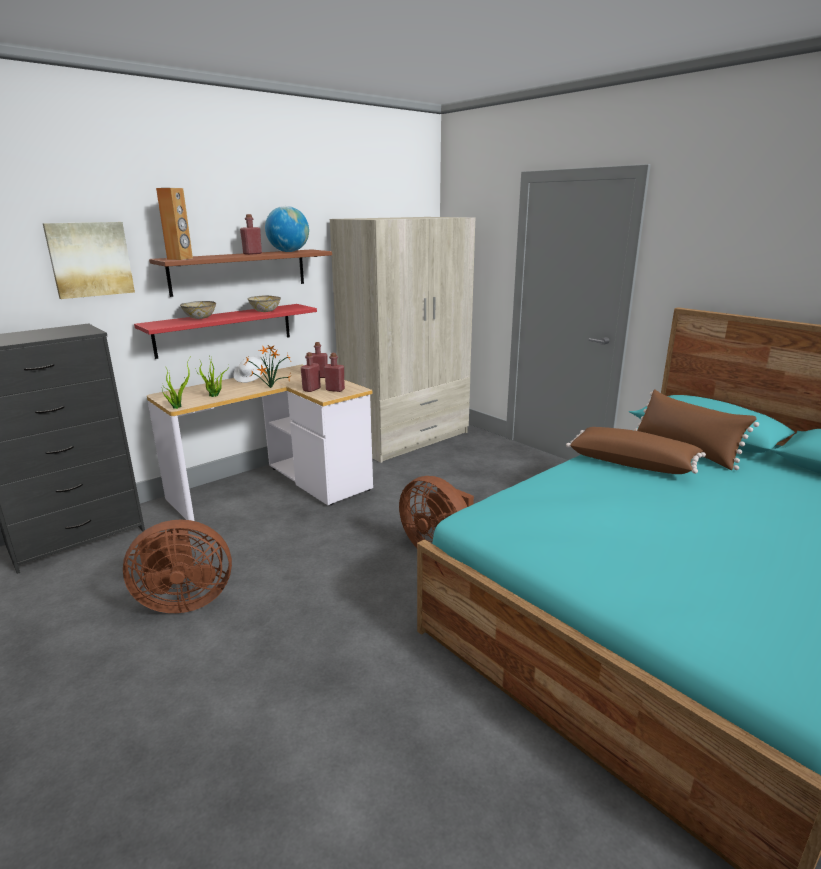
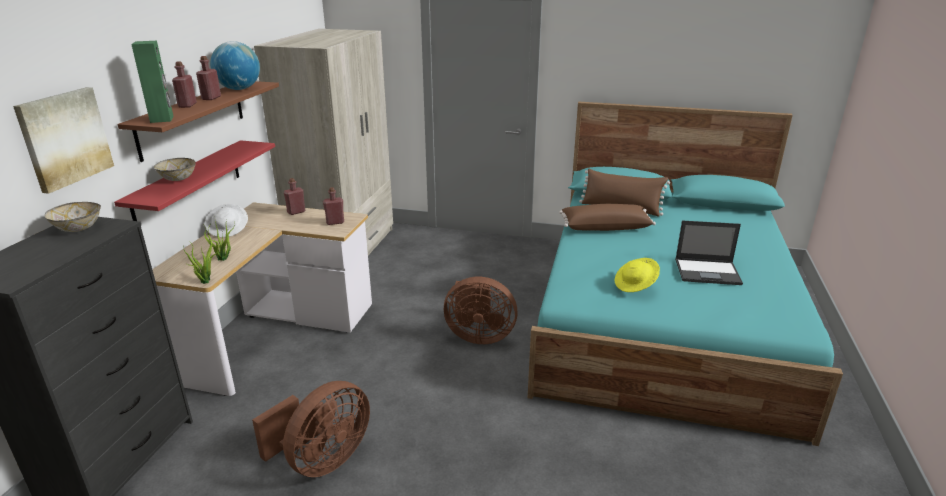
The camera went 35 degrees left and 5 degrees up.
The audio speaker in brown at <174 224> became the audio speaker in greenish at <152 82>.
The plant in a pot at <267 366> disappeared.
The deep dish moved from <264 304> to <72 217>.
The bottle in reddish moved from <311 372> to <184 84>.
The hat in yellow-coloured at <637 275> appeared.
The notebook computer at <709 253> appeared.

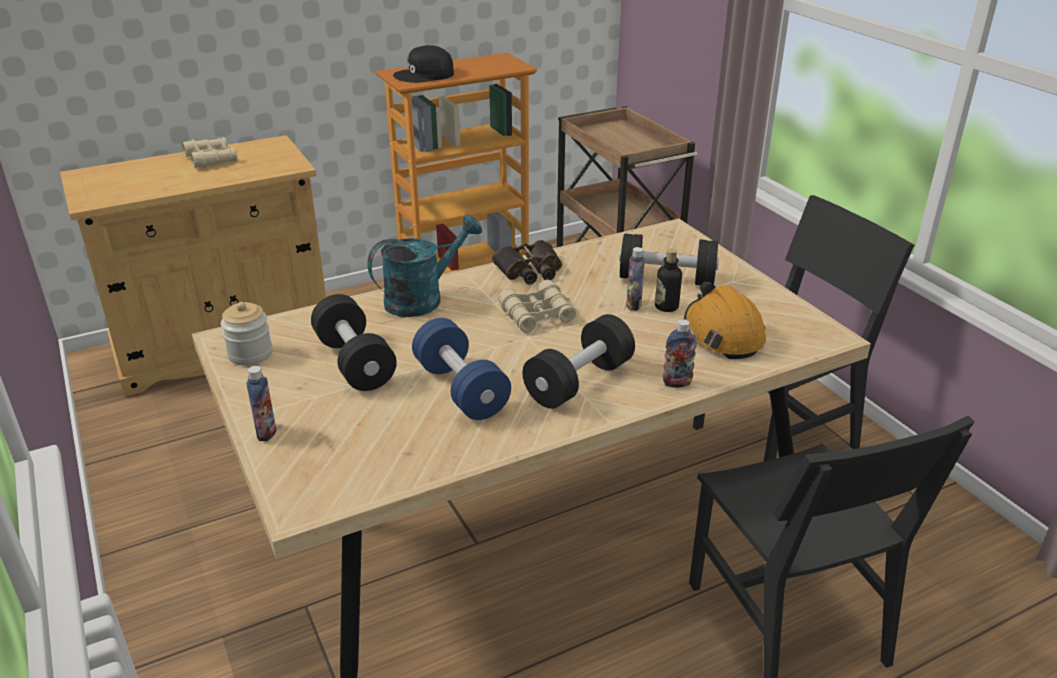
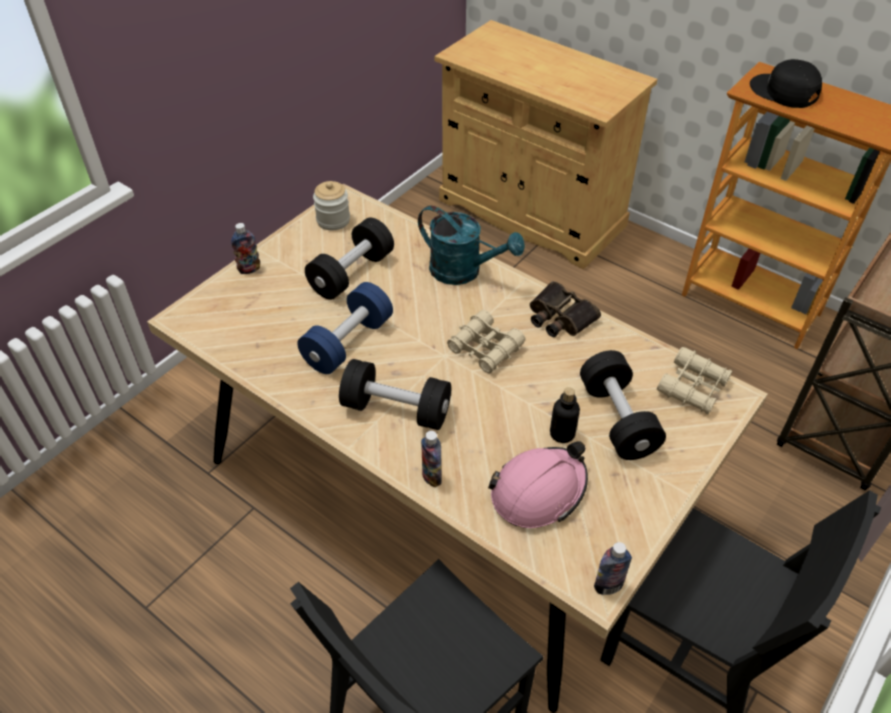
The camera went 65 degrees right and 15 degrees up.
The field glasses in sand-coloured moved from <209 152> to <694 381>.
The bottle moved from <635 279> to <613 568>.
The hard hat in orange-coloured at <725 320> became the hard hat in pink-coloured at <538 484>.

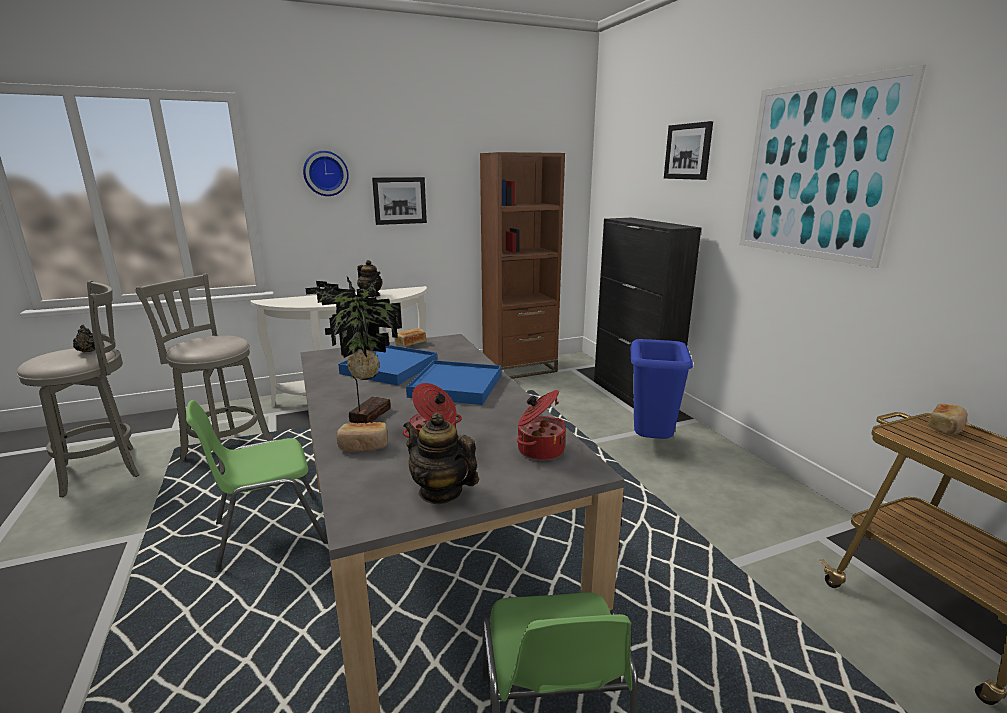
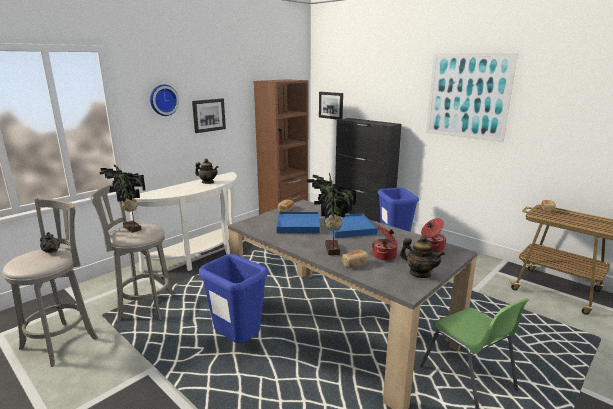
The camera went 25 degrees left and 0 degrees up.
The upright chair in greenish at <257 486> was replaced by the trash can in blue at <233 298>.
The tea pot at <441 458> turned 150 degrees counterclockwise.
The picture moved from <688 150> to <331 106>.
The plant in a pot at <123 199> appeared.

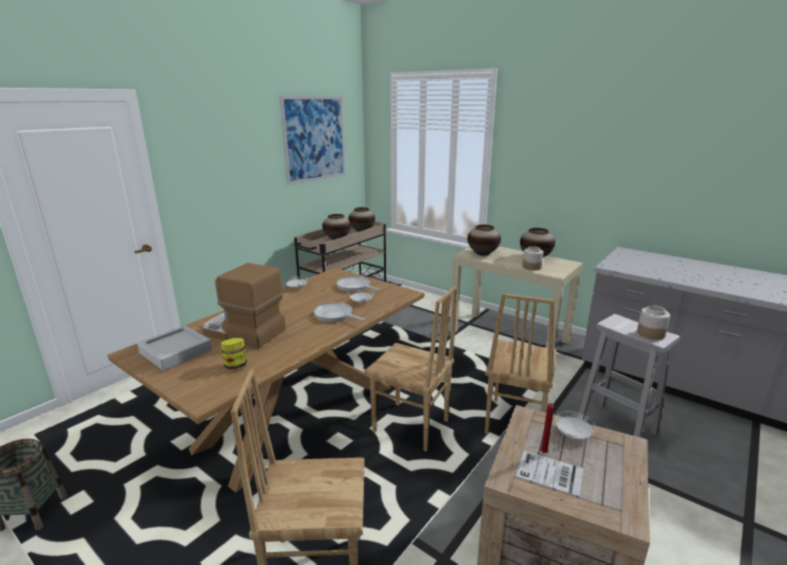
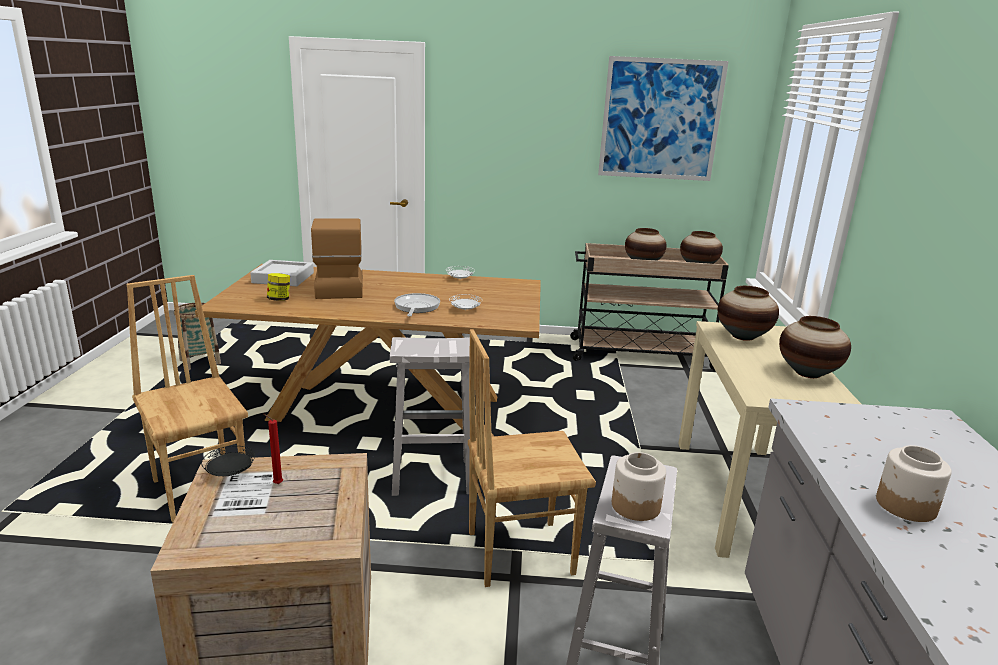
The camera went 55 degrees right and 0 degrees up.
The skillet at <358 284> disappeared.
The upright chair in brown at <411 368> was replaced by the stool in white at <430 416>.
The preserve jar moved from <532 258> to <914 483>.
The dinner plate in white at <575 425> disappeared.
The dinner plate in black at <228 461> appeared.

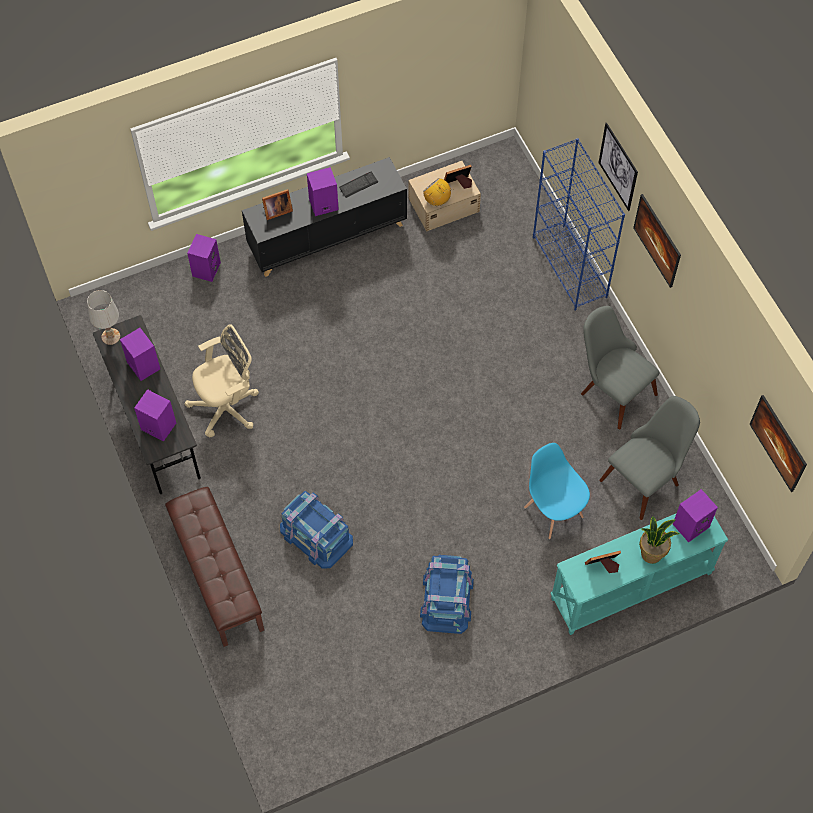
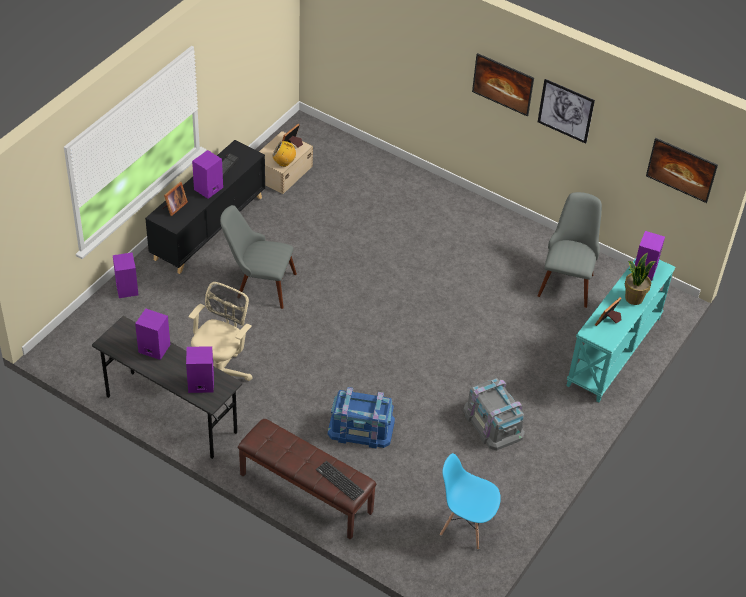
The camera went 35 degrees left and 15 degrees down.
The tabletop lamp in white at <103 317> disappeared.
The storage box in blue at <447 594> became the storage box in gray at <494 414>.
The upright chair in blue moved from <557 491> to <470 501>.
The shelving unit in blue at <579 224> disappeared.
The upright chair in gray moved from <620 367> to <258 257>.
The picture moved from <618 167> to <566 111>.
The computer keyboard at <340 481> appeared.

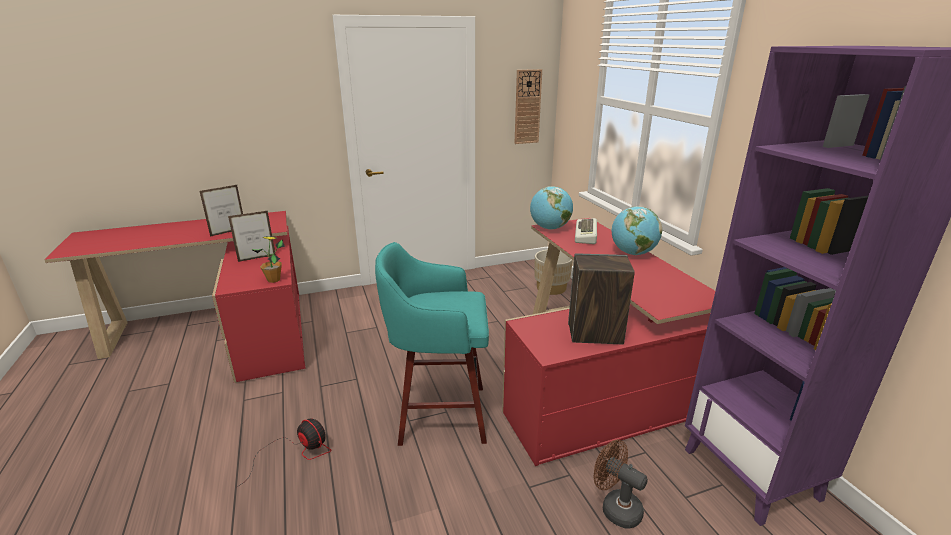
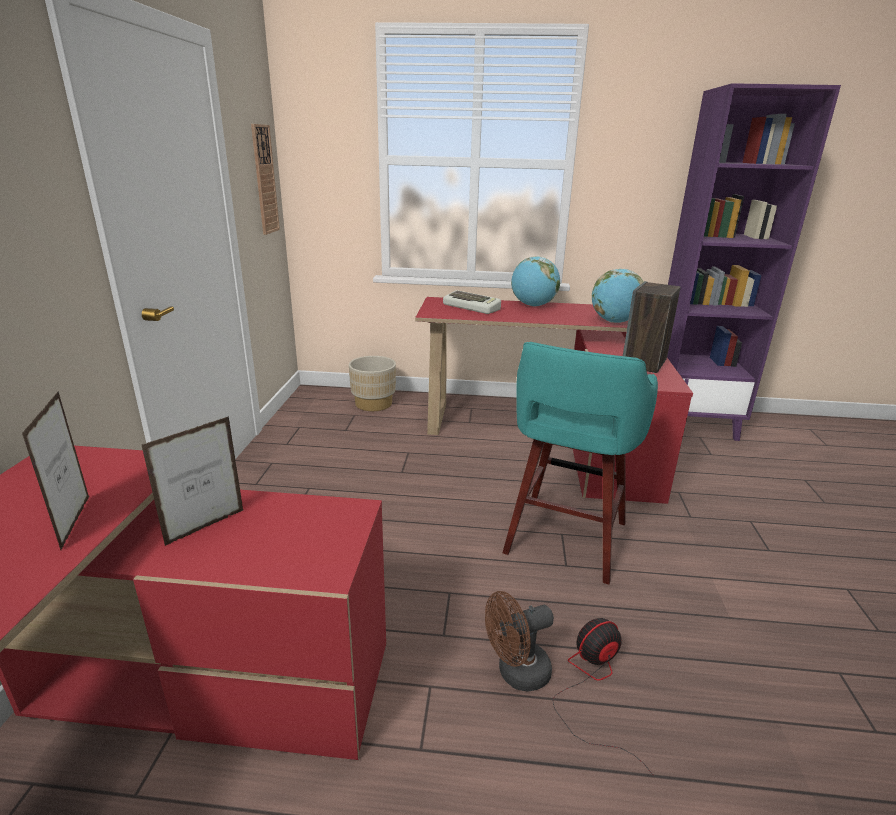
The camera went 65 degrees left and 0 degrees up.
The picture frame at <252 236> turned 45 degrees clockwise.
The plant in a pot at <268 259> disappeared.
The globe moved from <551 208> to <618 296>.
The electric fan in brown moved from <621 484> to <519 641>.

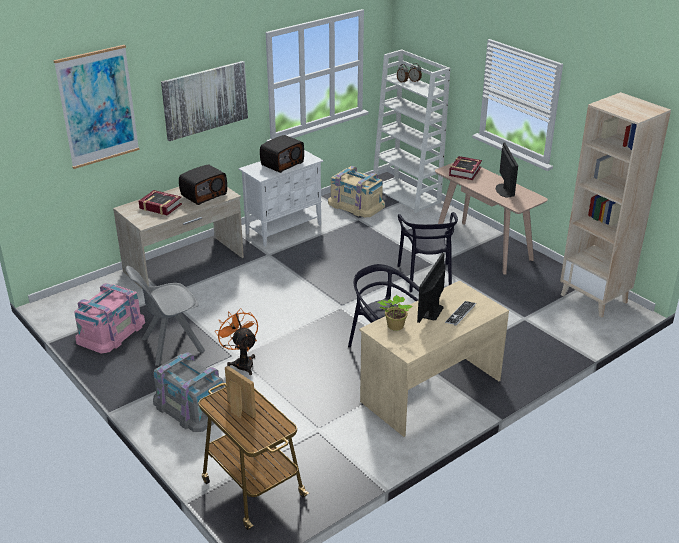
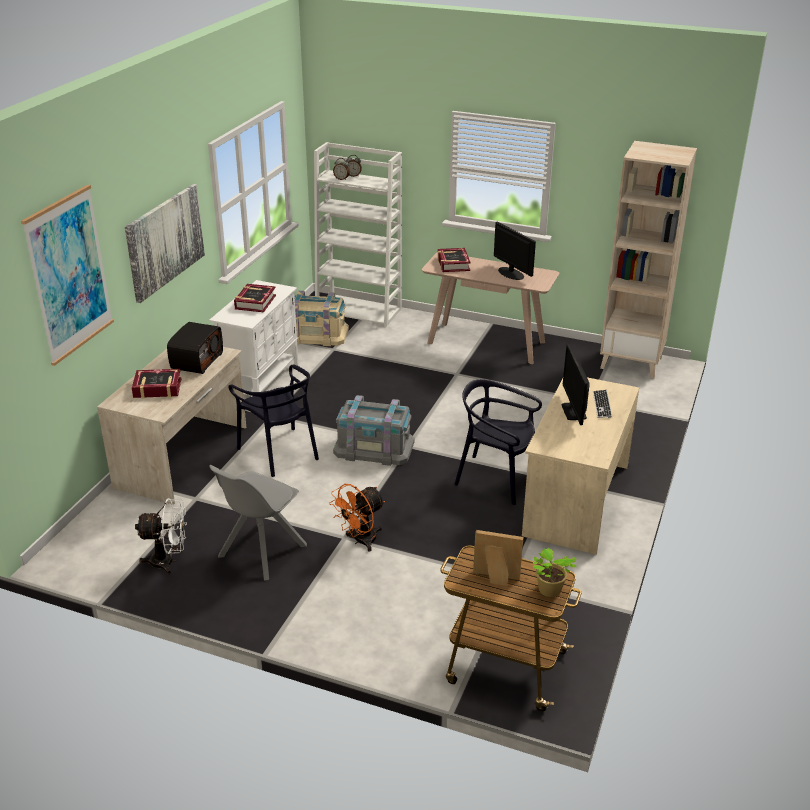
The camera went 30 degrees left and 0 degrees up.
The storage box in pink-coloured at <109 318> was replaced by the electric fan in white at <161 536>.
The storage box in gray moved from <188 392> to <373 430>.
The electric fan in orange-coloured at <236 341> turned 75 degrees counterclockwise.
The radio set at <282 154> was replaced by the bound book at <255 298>.
The plant in a pot moved from <395 313> to <555 572>.
The upright chair in black moved from <428 252> to <273 421>.

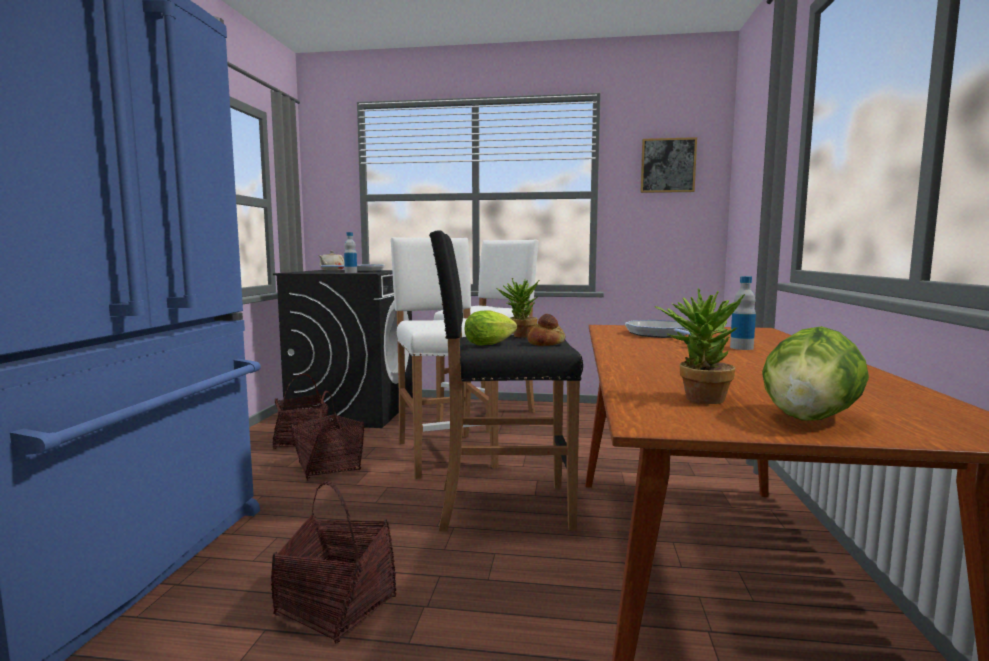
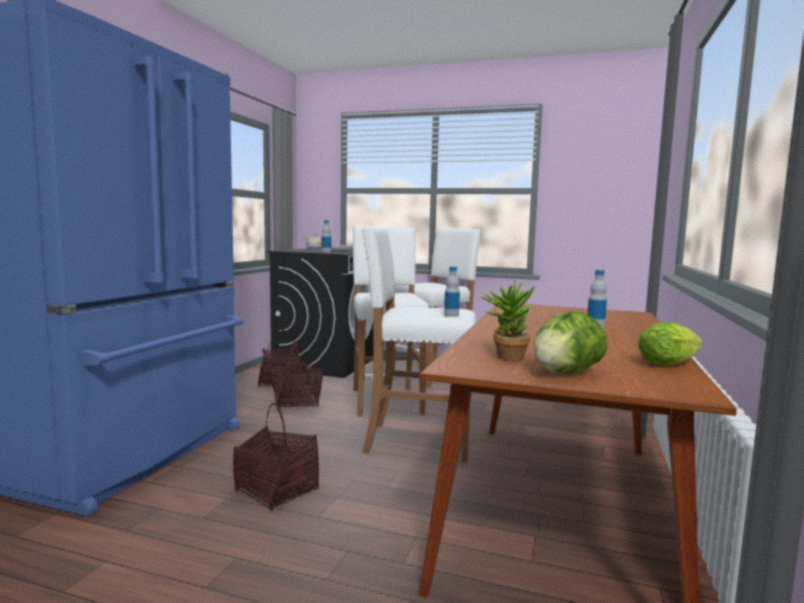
The camera went 10 degrees right and 0 degrees up.
The stool in black at <506 380> became the stool in white at <419 345>.
The lettuce moved from <491 328> to <670 344>.
The plant in a pot at <517 308> disappeared.
The baked bread at <546 330> was replaced by the bottle at <452 292>.
The skillet at <658 329> disappeared.
The picture at <668 165> disappeared.

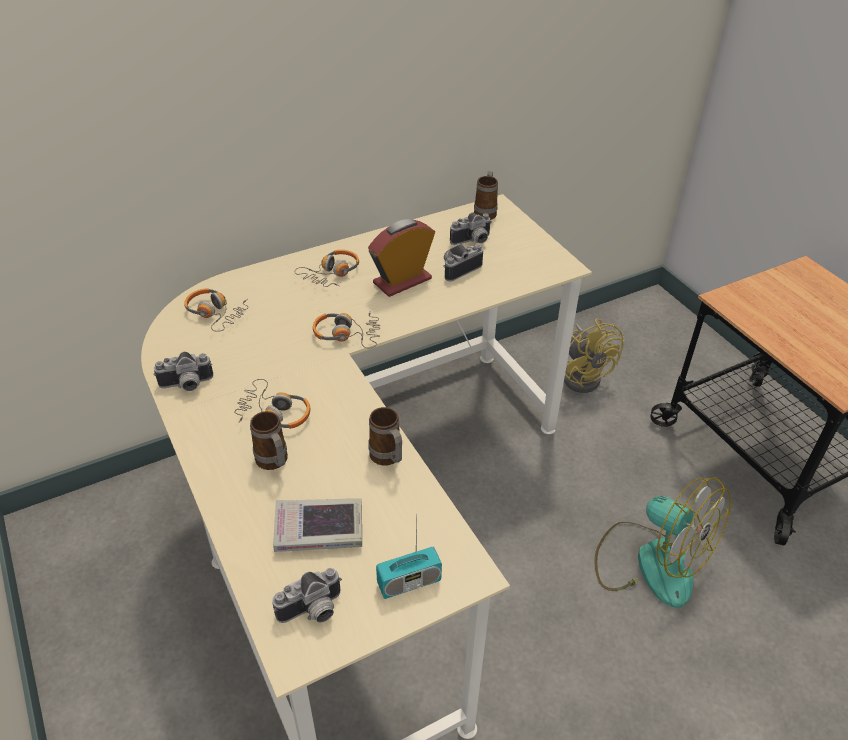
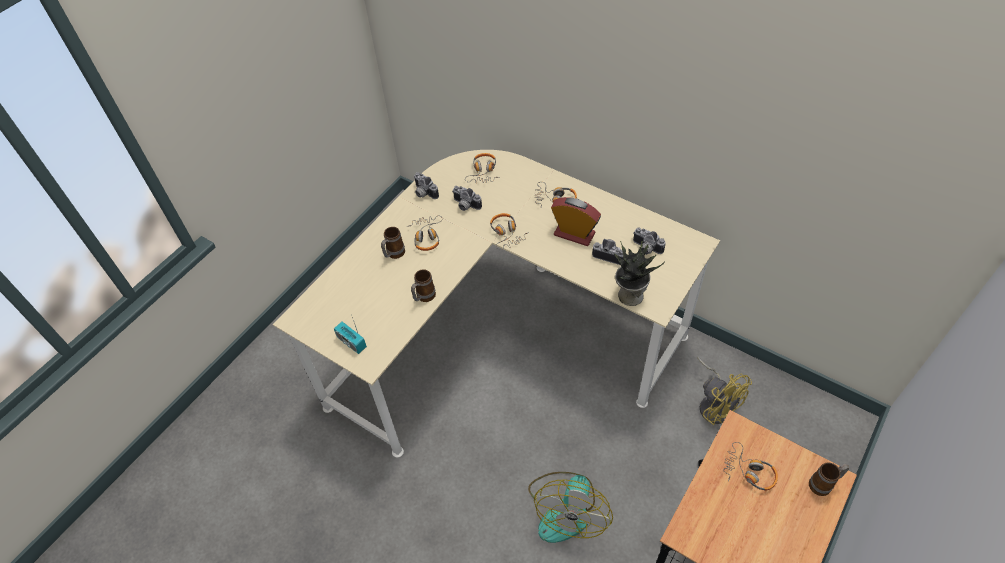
The camera went 65 degrees right and 10 degrees up.
The still camera moved from <307 595> to <467 198>.
The bound book at <317 525> disappeared.
The tea mug moved from <486 195> to <829 479>.
The electric fan in yellow-coloured at <594 356> turned 75 degrees counterclockwise.
The plant in a pot at <639 273> appeared.
The headset at <750 466> appeared.

